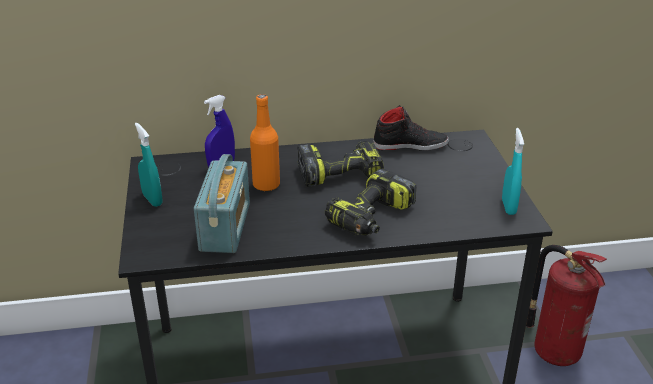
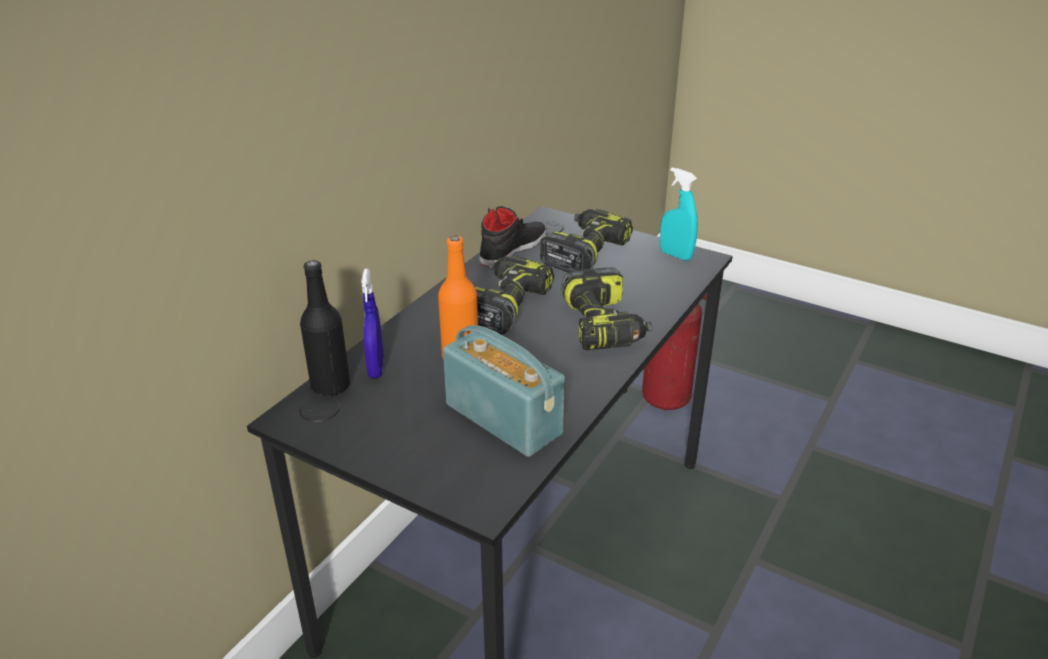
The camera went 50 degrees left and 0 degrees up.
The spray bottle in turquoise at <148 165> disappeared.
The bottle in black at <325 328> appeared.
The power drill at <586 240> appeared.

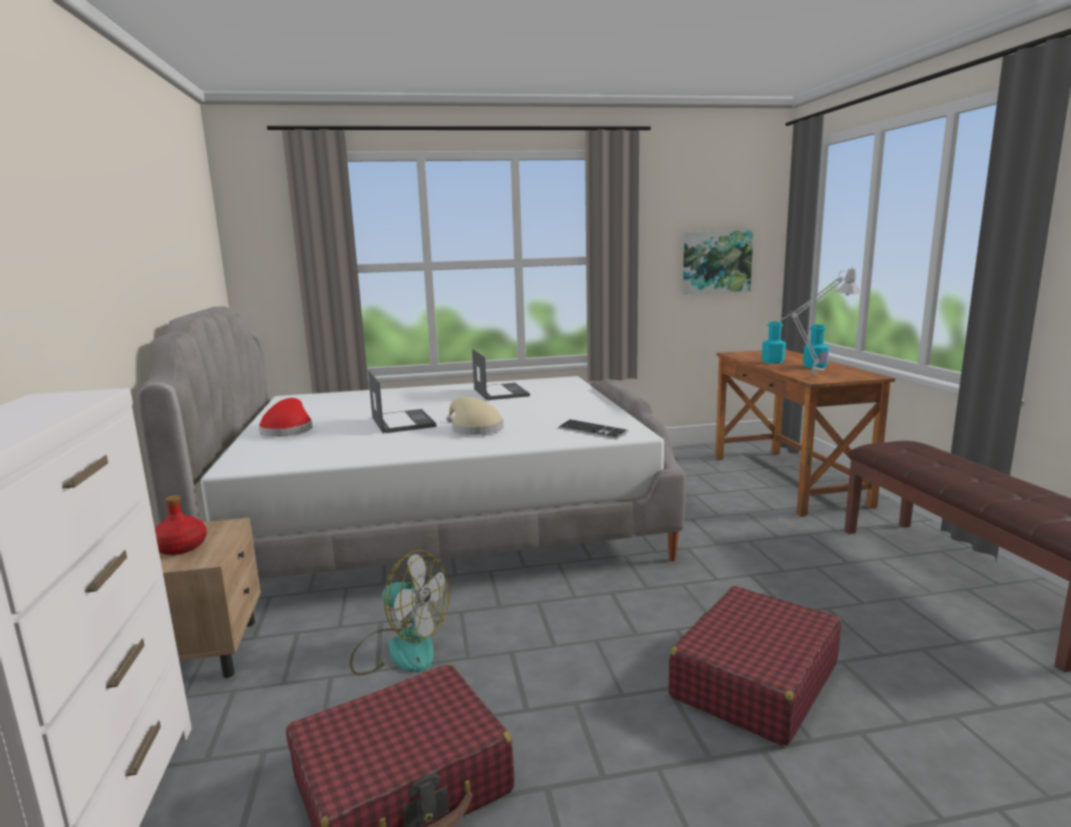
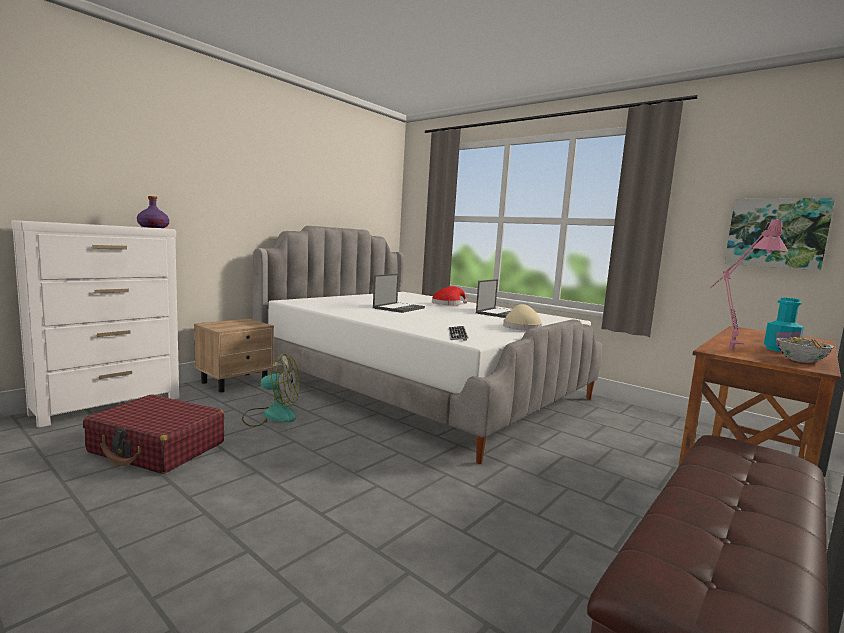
The camera went 50 degrees right and 5 degrees down.
The bottle in reddish at <181 525> disappeared.
The hat in reddish moved from <286 417> to <449 295>.
The electric fan at <400 613> turned 75 degrees counterclockwise.
The hat in sand-coloured moved from <475 416> to <522 317>.
The travel case in reddish at <755 666> disappeared.
The bottle in turquoise at <774 342> disappeared.
The tabletop lamp in gray at <815 321> became the tabletop lamp in pink-coloured at <749 283>.
The bottle in purplish at <153 212> appeared.
The deep dish at <805 349> appeared.

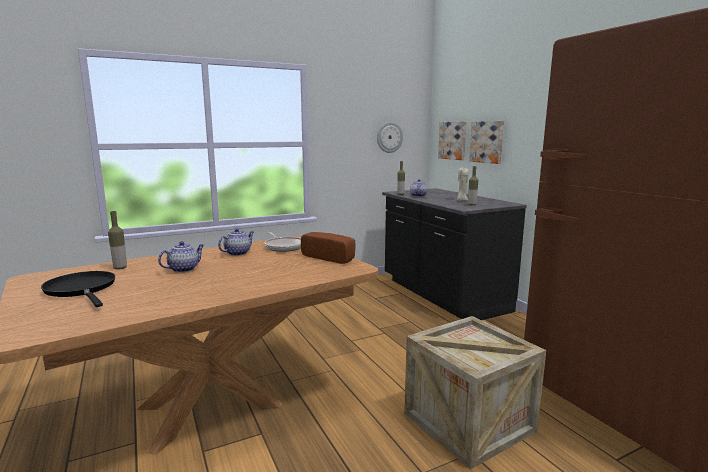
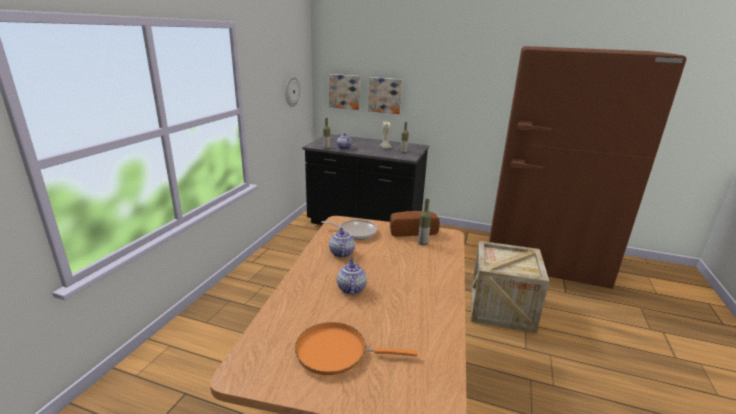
The camera went 45 degrees left and 10 degrees up.
The skillet in black at <78 289> became the skillet in orange-coloured at <356 348>.
The bottle moved from <117 240> to <424 222>.

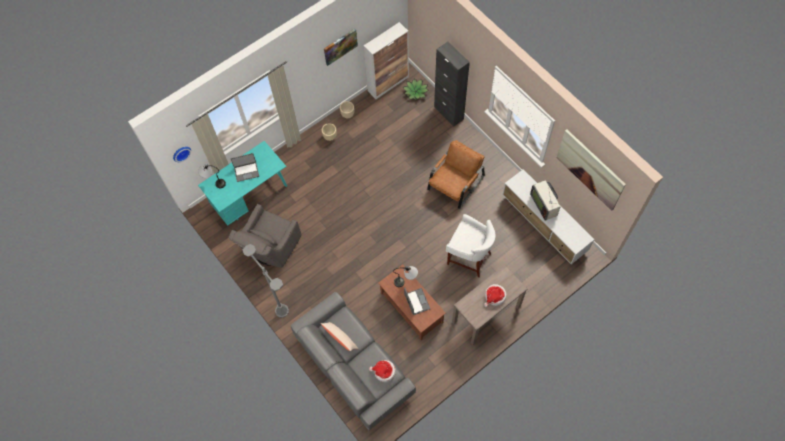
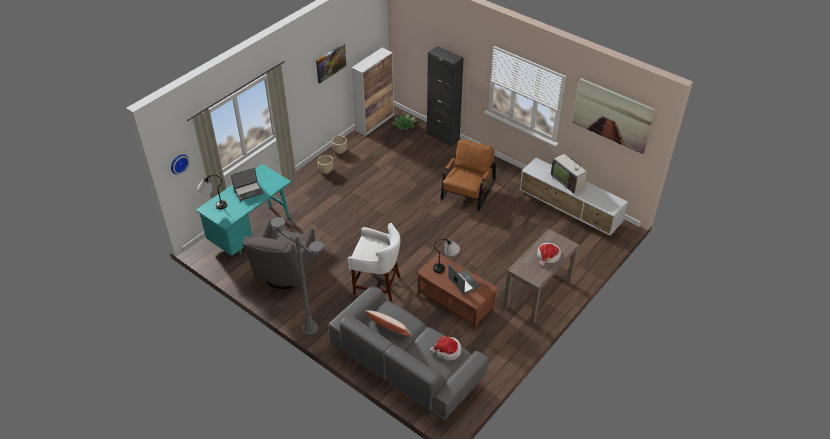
The camera went 15 degrees left and 20 degrees down.
The stool in white moved from <471 246> to <374 262>.

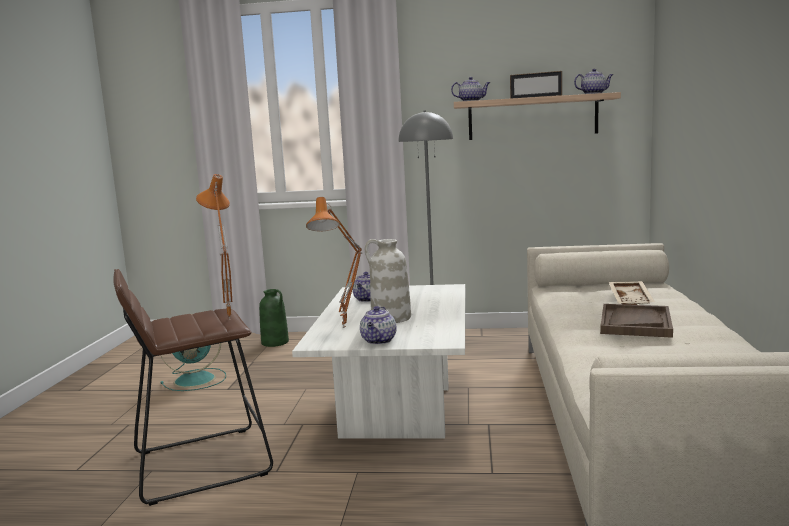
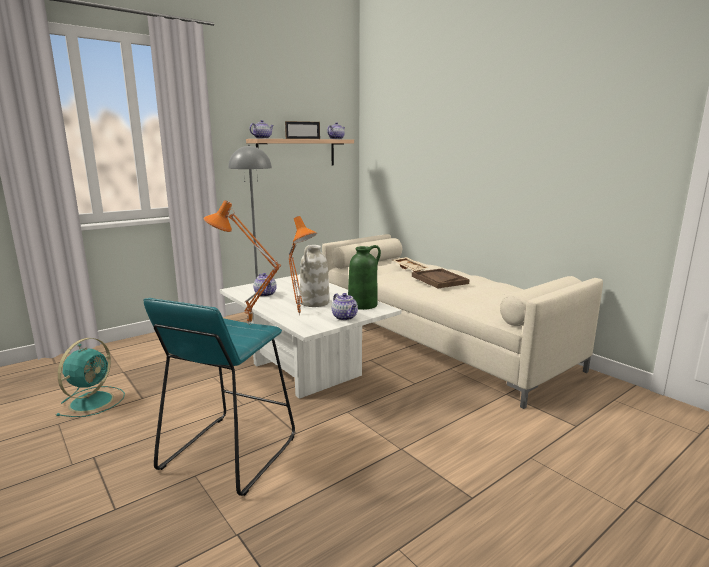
The camera went 45 degrees left and 5 degrees up.
The stool in brown at <193 387> became the stool in turquoise at <219 397>.
The decorative vase in greenish moved from <274 318> to <364 277>.

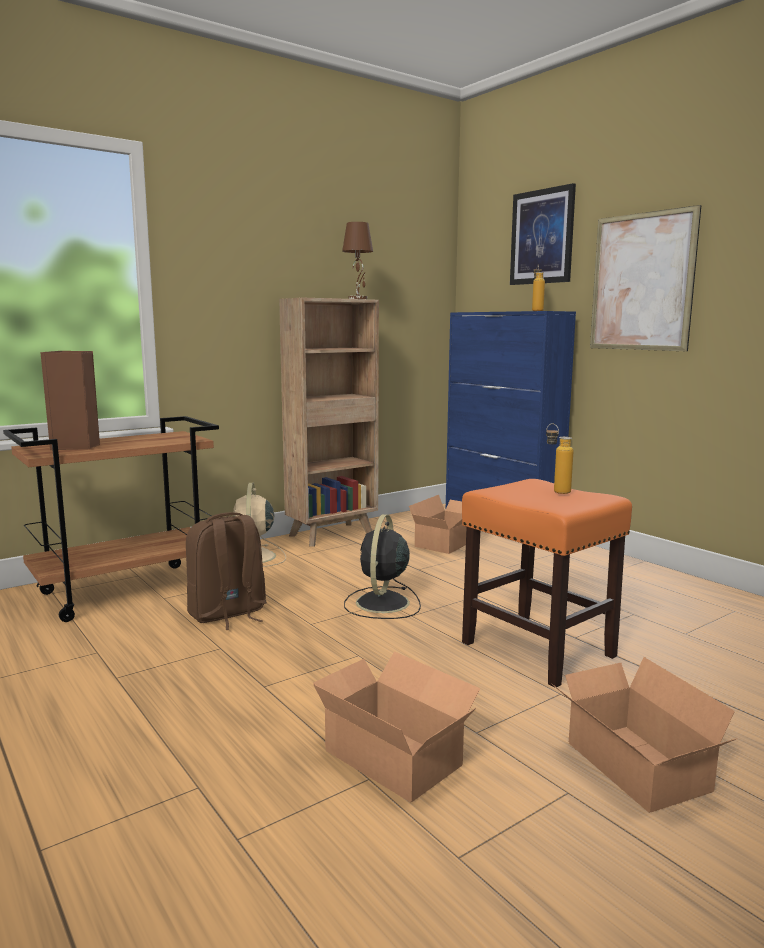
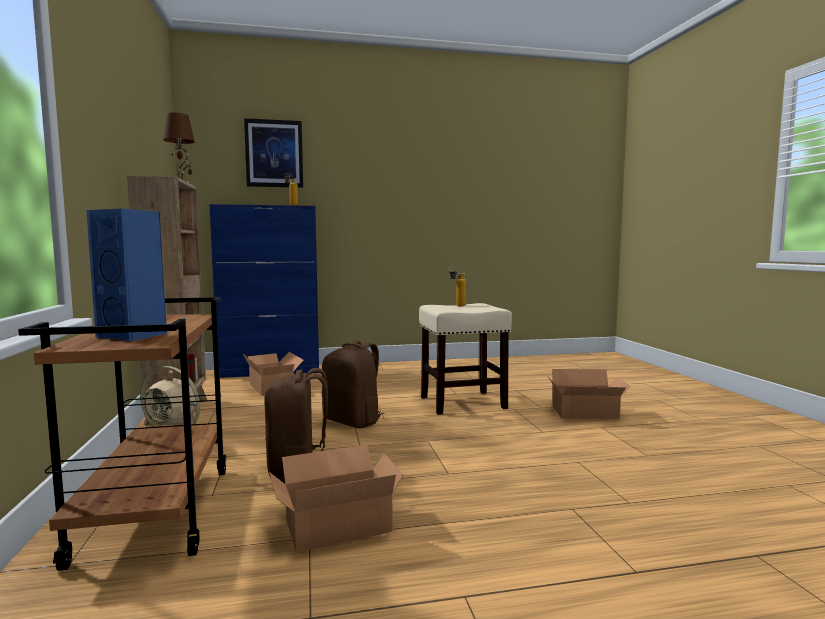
The camera went 65 degrees left and 5 degrees down.
The audio speaker in brown at <70 400> became the audio speaker in blue at <126 275>.
The carton moved from <397 726> to <336 498>.
The electric fan in black at <382 566> was replaced by the knapsack in brown at <353 384>.
The stool in orange-coloured at <547 583> became the stool in sand-coloured at <465 359>.
The picture at <645 278> disappeared.

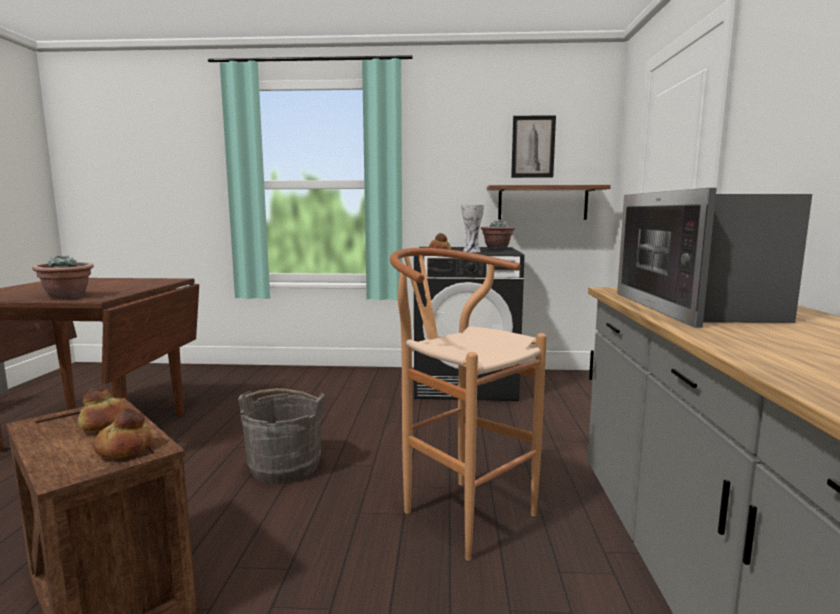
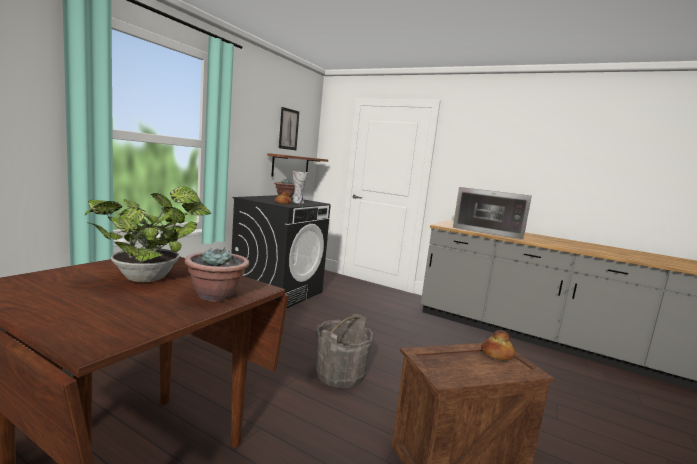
The camera went 65 degrees left and 0 degrees up.
The baked bread at <104 409> disappeared.
The stool in brown at <468 404> disappeared.
The plant in a pot at <148 234> appeared.

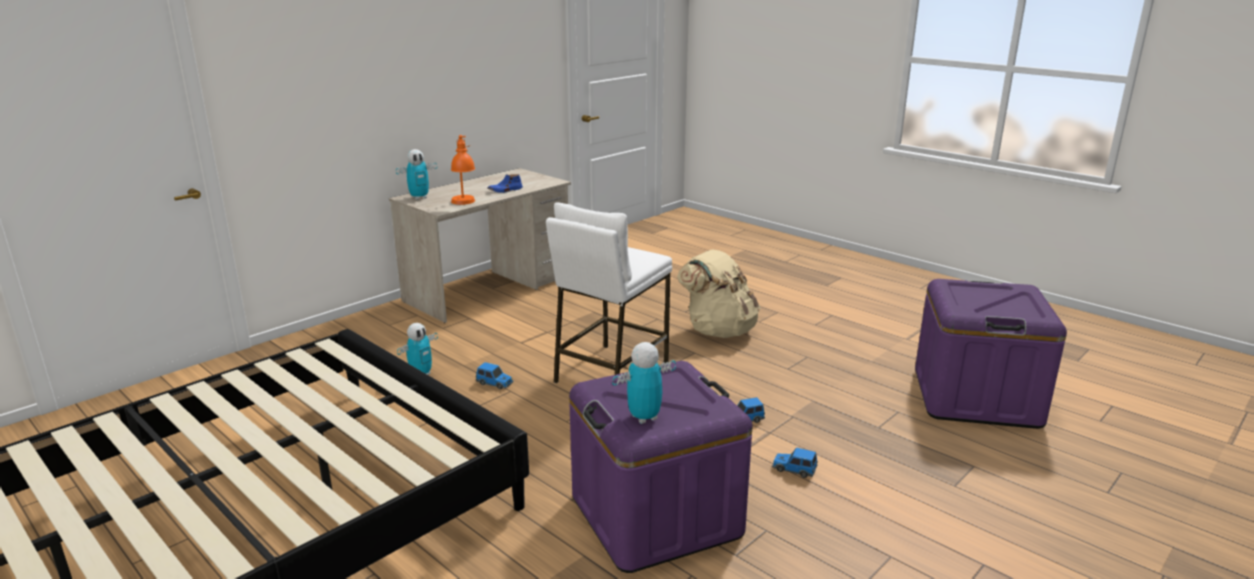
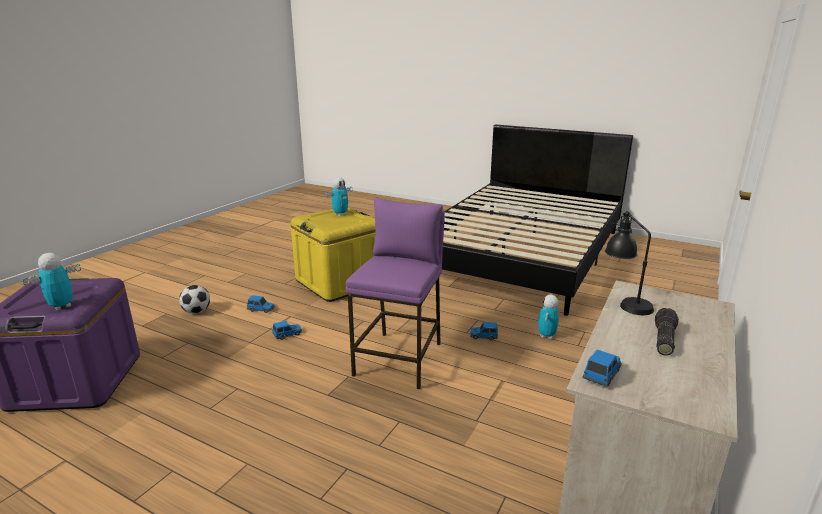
The camera went 165 degrees right and 0 degrees up.
The robot figure moved from <416 174> to <52 281>.
The tabletop lamp in orange-coloured at <463 170> became the tabletop lamp in black at <629 263>.
The low shoe in blue at <505 183> disappeared.
The stool in white at <609 293> became the stool in purplish at <395 293>.
The storage box in purplish at <660 467> became the storage box in yellow-coloured at <333 254>.
The knapsack in sand-coloured at <718 293> disappeared.
The ball for football at <194 299> appeared.
The toy car at <601 368> appeared.
The hand torch at <667 332> appeared.

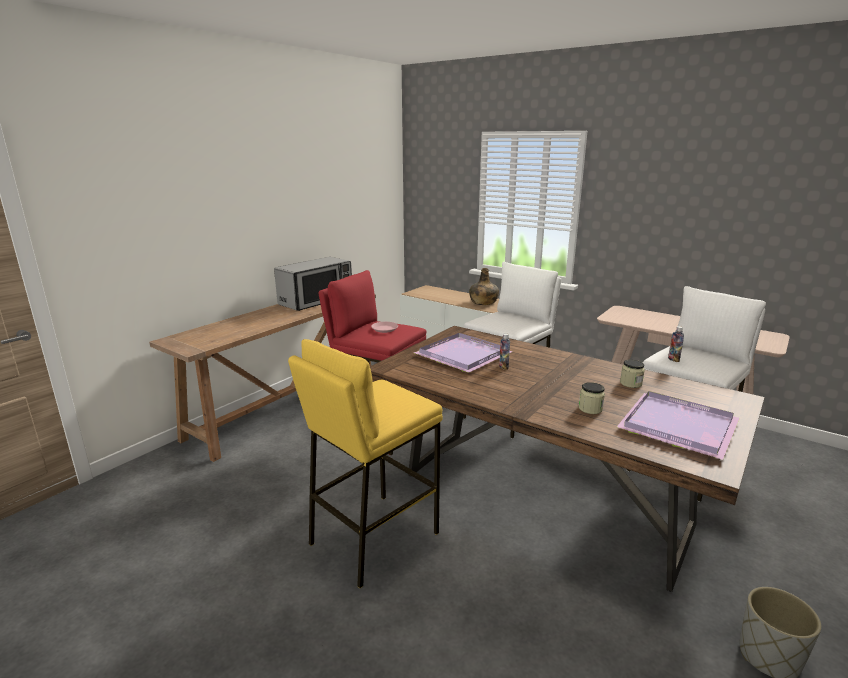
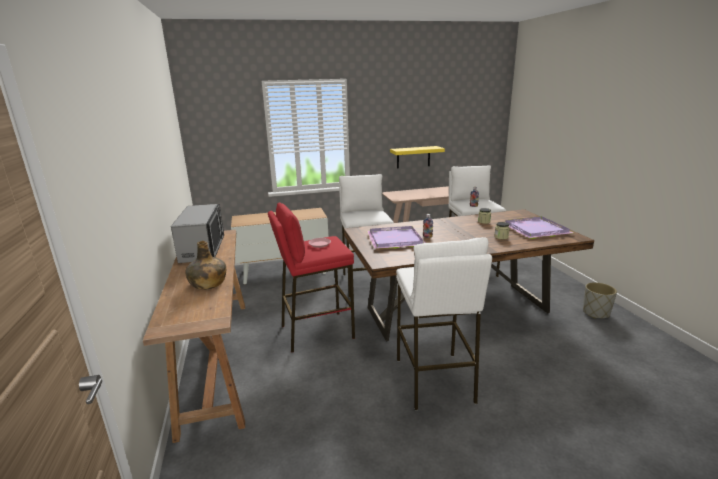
The camera went 50 degrees left and 0 degrees up.
The stool in yellow-coloured at <365 463> became the stool in white at <444 323>.
The bottle in greenish moved from <484 286> to <205 265>.
The bracket shelf in yellow-coloured at <417 157> appeared.

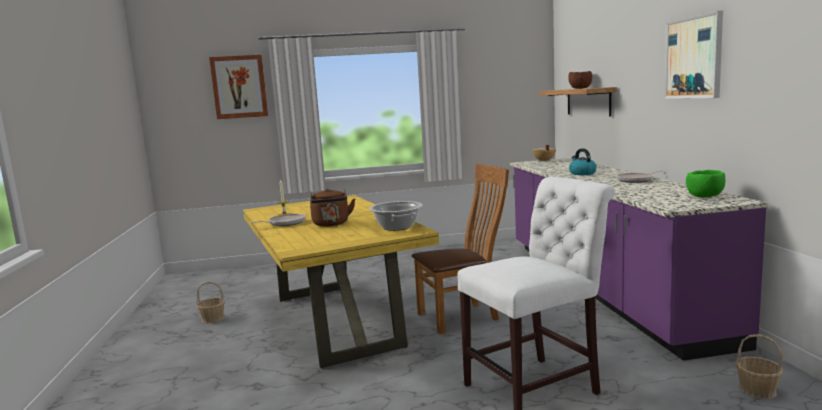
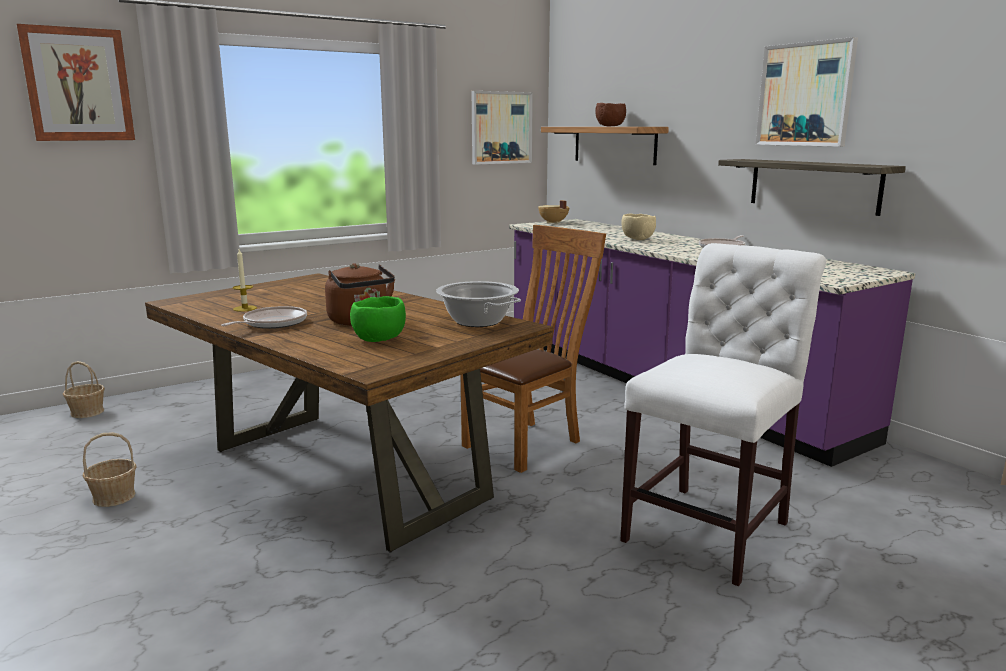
The camera went 25 degrees left and 5 degrees up.
The kitchen table in yellow-coloured at <341 282> became the kitchen table in brown at <349 413>.
The tea kettle at <583 161> was replaced by the deep dish in sand-coloured at <639 227>.
The deep dish in greenish moved from <705 184> to <378 319>.
The storage basket moved from <759 366> to <84 389>.
The picture at <502 128> appeared.
The bracket shelf at <812 187> appeared.

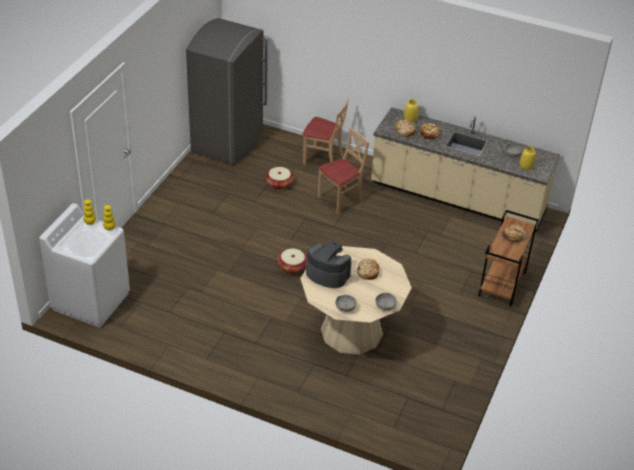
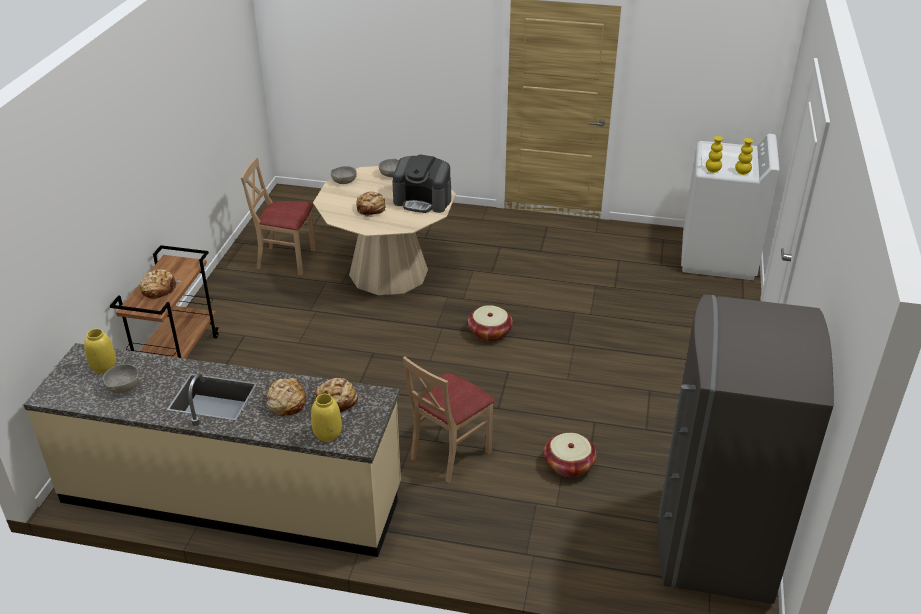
The camera went 170 degrees right and 5 degrees down.
The upright chair in sand-coloured moved from <325 131> to <278 216>.

